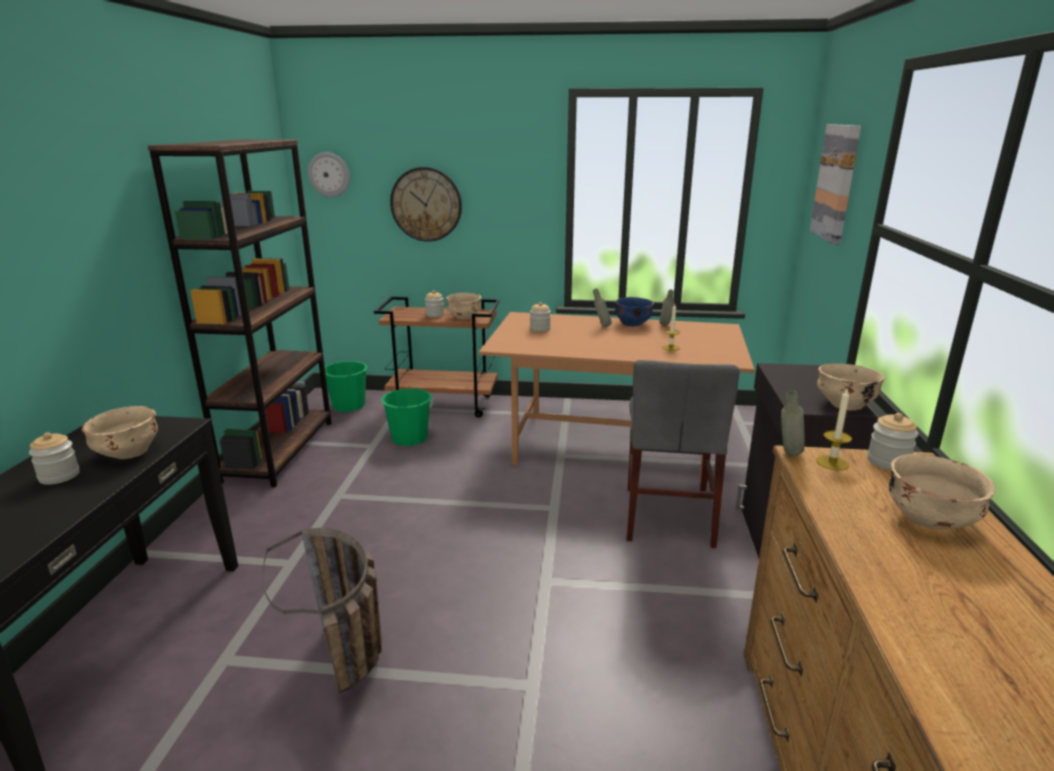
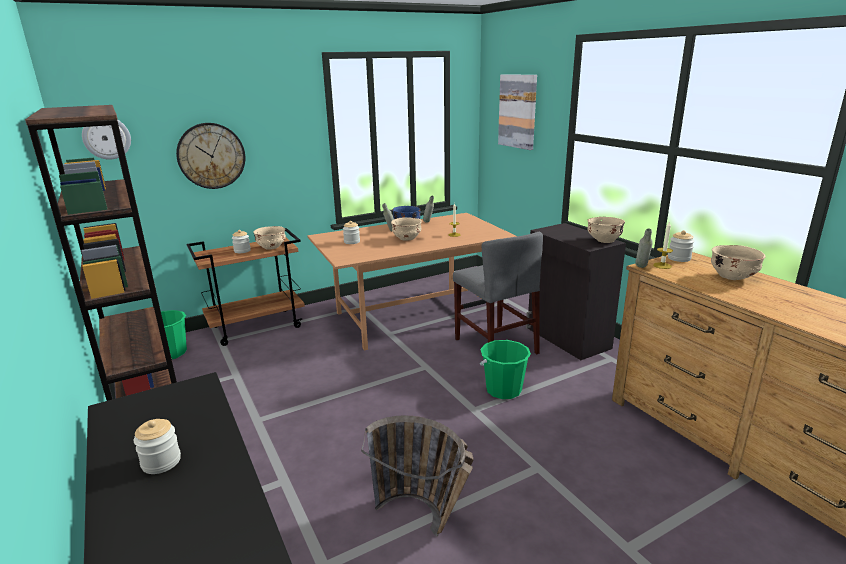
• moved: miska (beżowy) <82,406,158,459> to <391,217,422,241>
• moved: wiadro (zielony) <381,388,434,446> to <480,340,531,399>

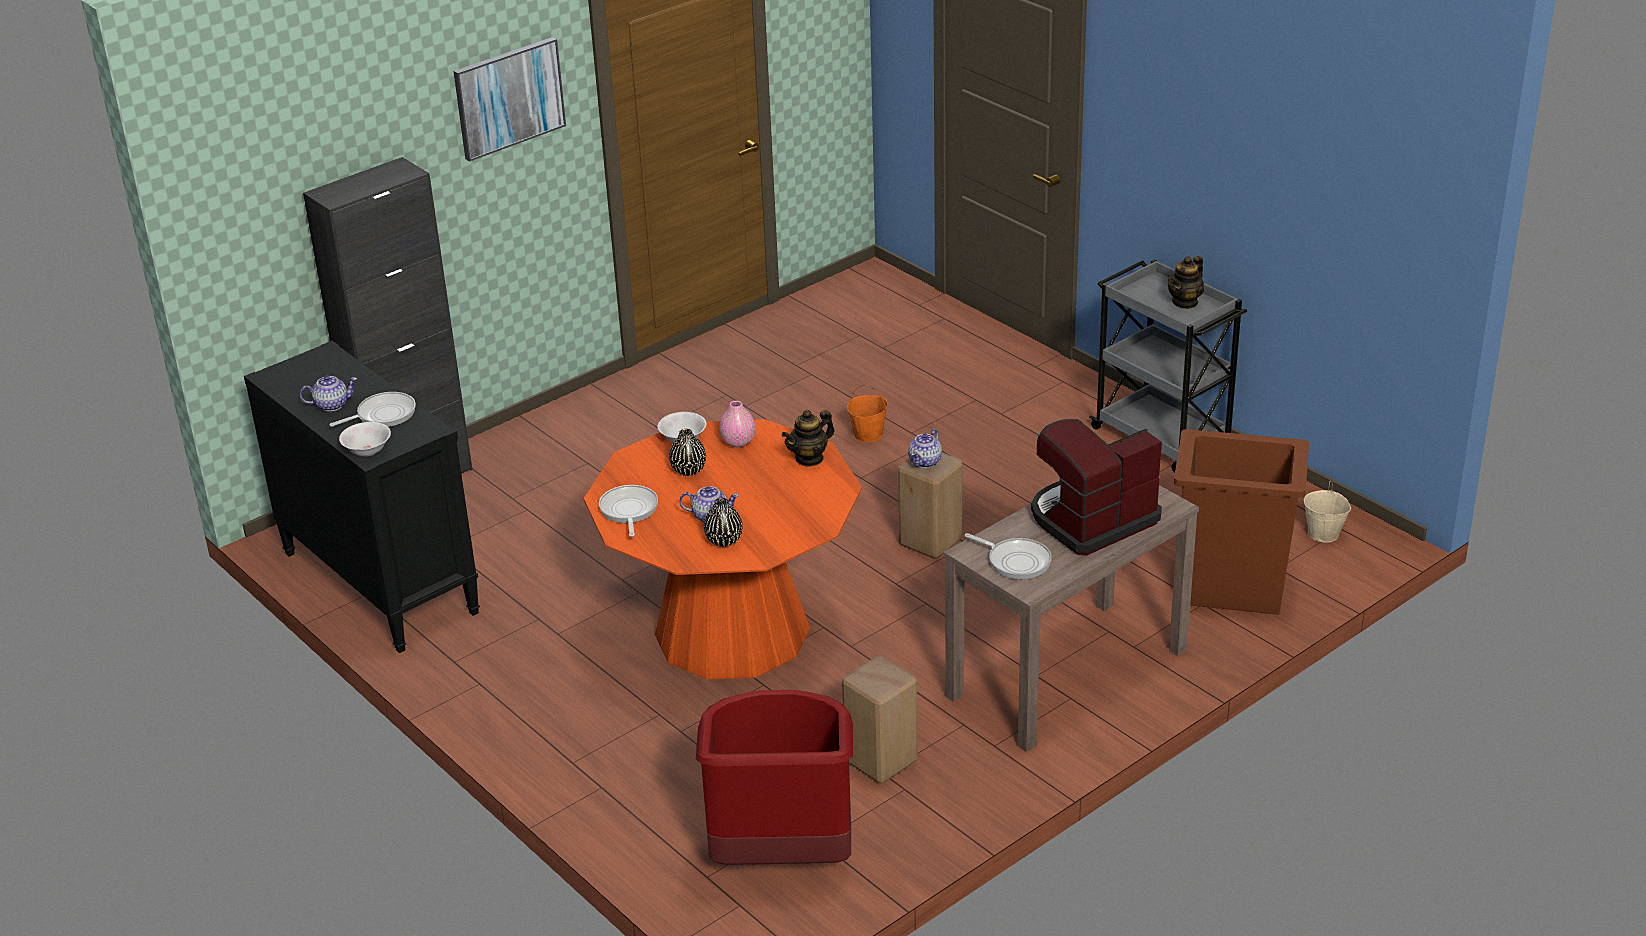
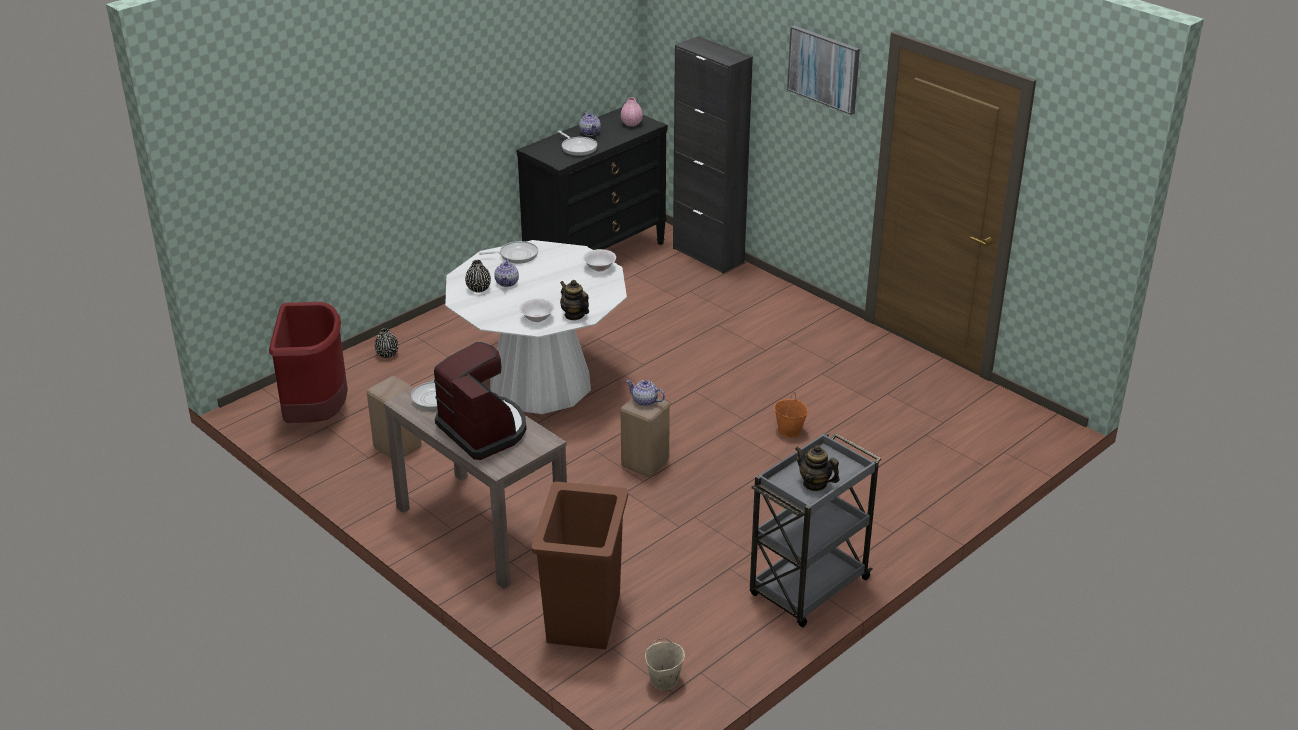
• moved: wazon (czarny) <669,429,706,476> to <375,328,399,358>
• recoloured: stół jadalny (pomarańczowy) <584,419,862,680> to stół jadalny (biały) <445,240,627,414>
• moved: miska (biały) <339,422,391,457> to <519,298,555,322>
• moved: wazon (różowy) <719,401,756,447> to <621,97,643,127>

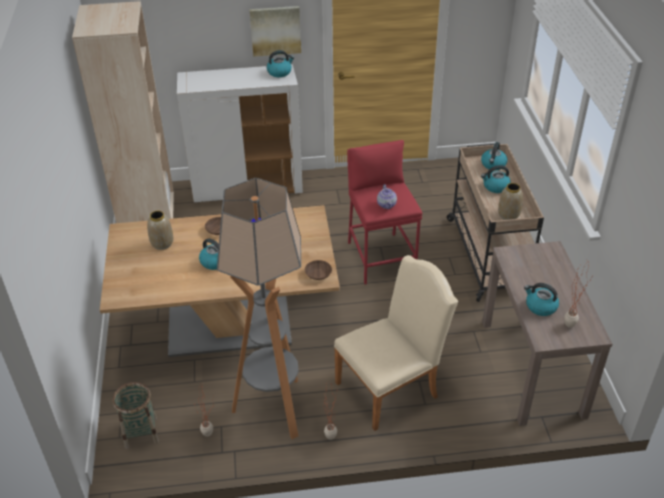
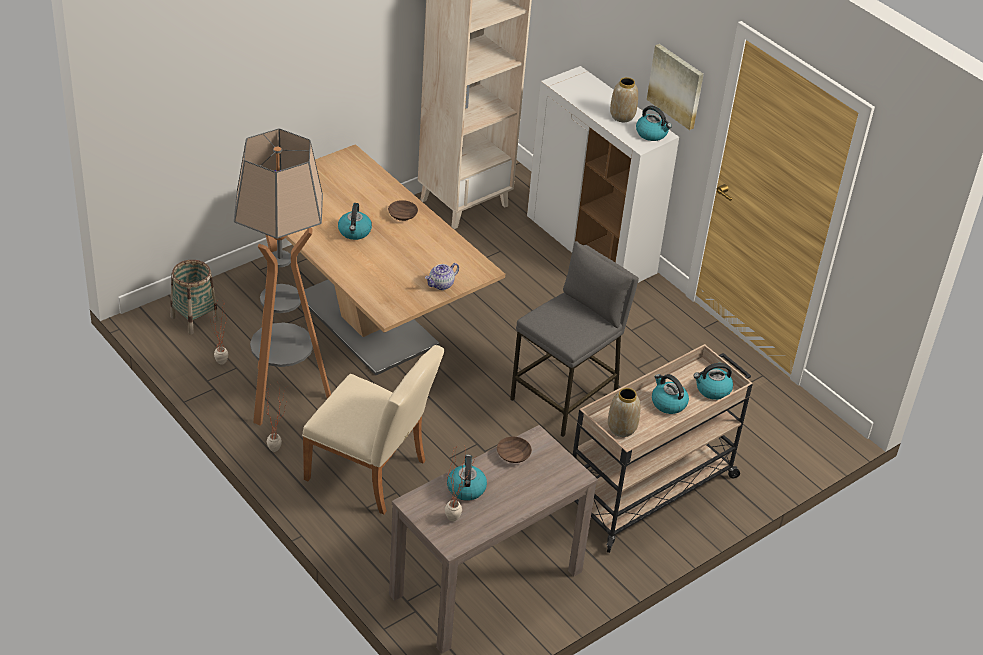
• moved: imbryk <377,184,397,209> to <425,263,459,290>
• moved: miska (brązowy) <305,260,332,280> to <497,436,532,463>
• recoloured: stołek (czerwony) <347,140,422,284> to stołek (szary) <510,241,639,437>
• moved: wazon <147,211,173,250> to <610,77,638,122>

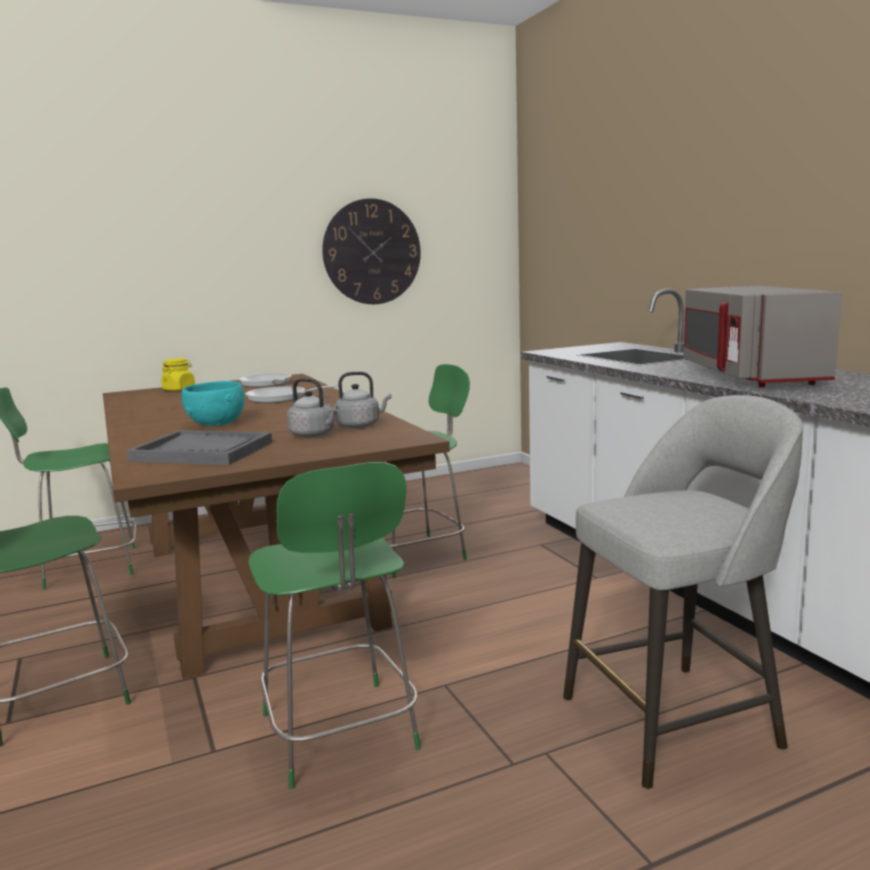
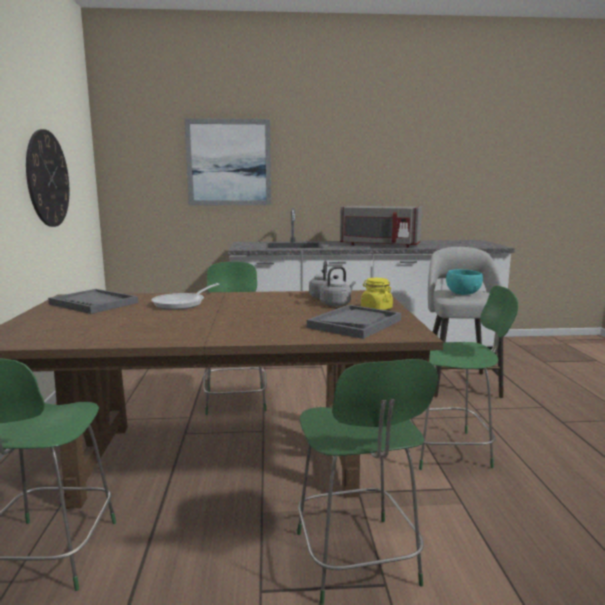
• replaced: patelnia <239,373,292,387> to taca (szary) <48,289,138,314>
• added: obraz <184,118,271,205>
• moved: słoik (żółty) <161,358,195,391> to <361,278,393,310>
• moved: miska (turkusowy) <181,381,245,426> to <446,269,483,295>

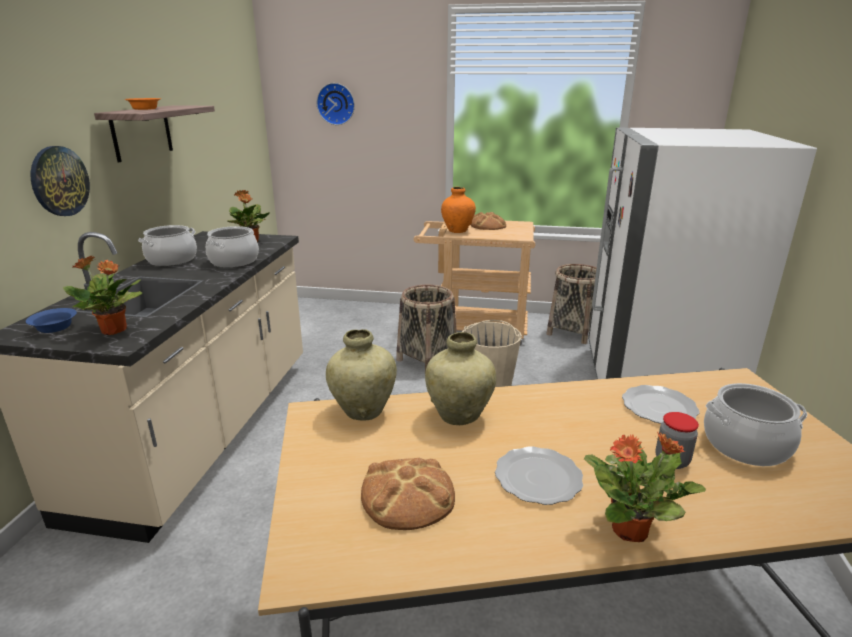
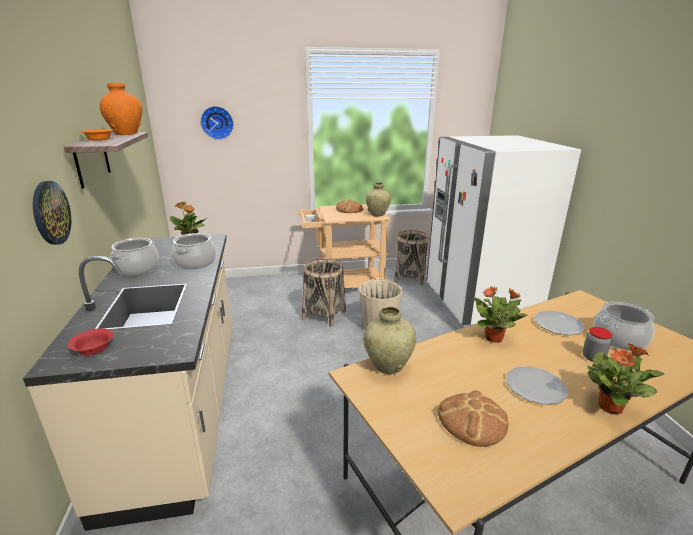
• recoloured: miska (niebieski) <26,308,77,333> to miska (czerwony) <68,328,113,356>
• moved: wazon (pomarańczowy) <441,187,476,233> to <100,83,142,135>
• moved: wazon (beżowy) <425,332,496,425> to <366,183,391,216>
• moved: roślina doniczkowa <63,256,142,335> to <473,286,528,343>

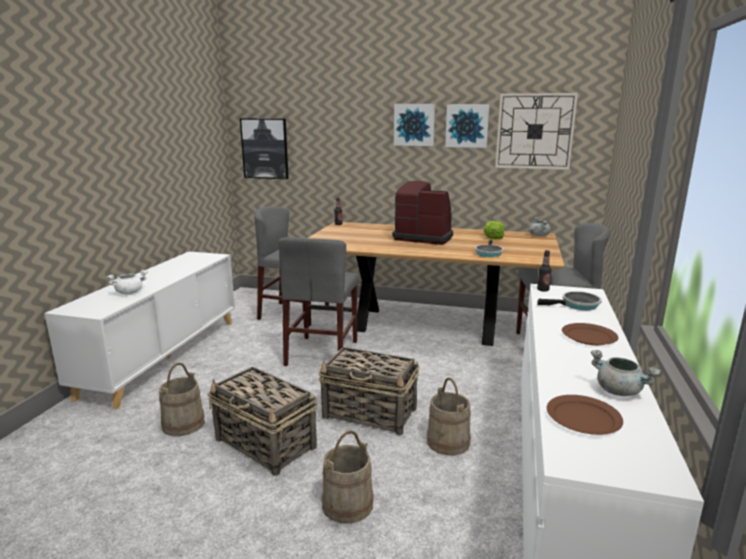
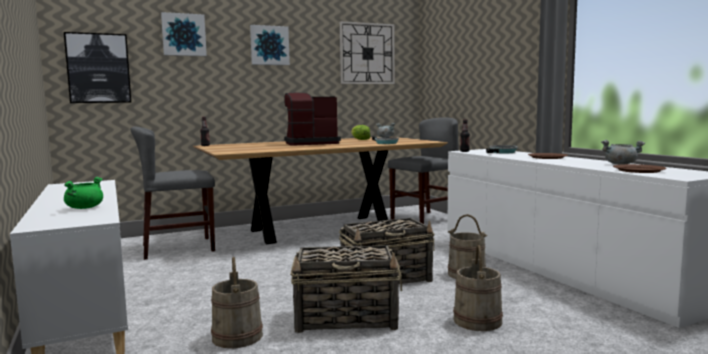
• recoloured: garnek (biały) <107,270,148,295> to garnek (zielony) <64,177,103,209>
• moved: obraz <445,104,490,148> to <161,12,207,56>
• removed: krzesło (szary) <279,237,359,366>

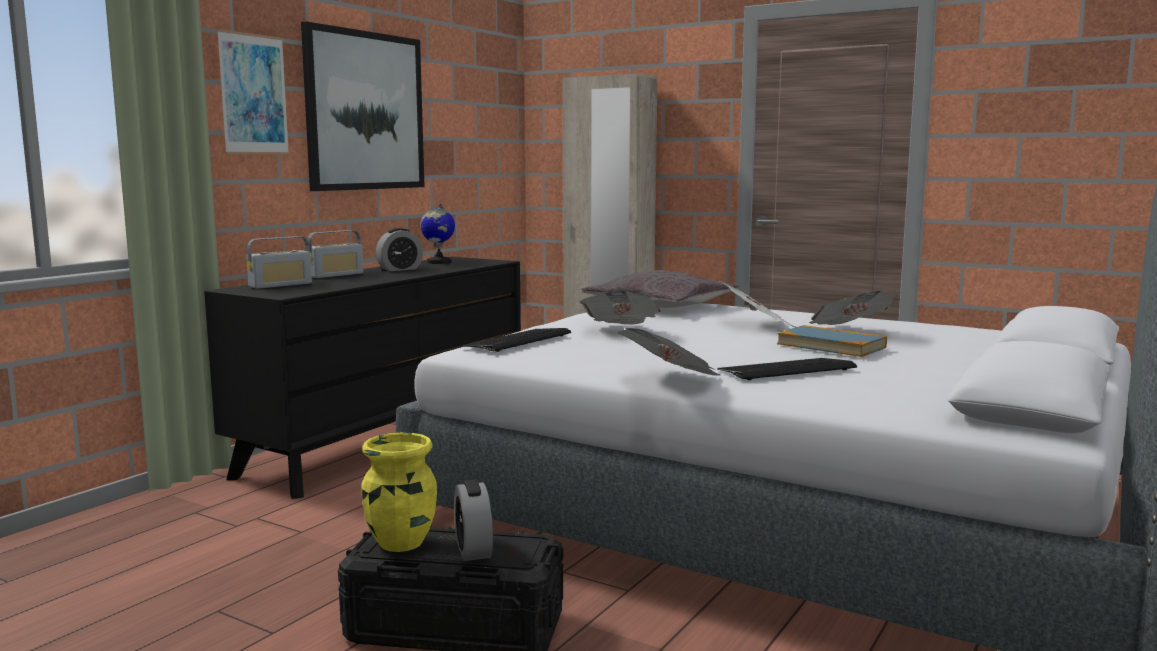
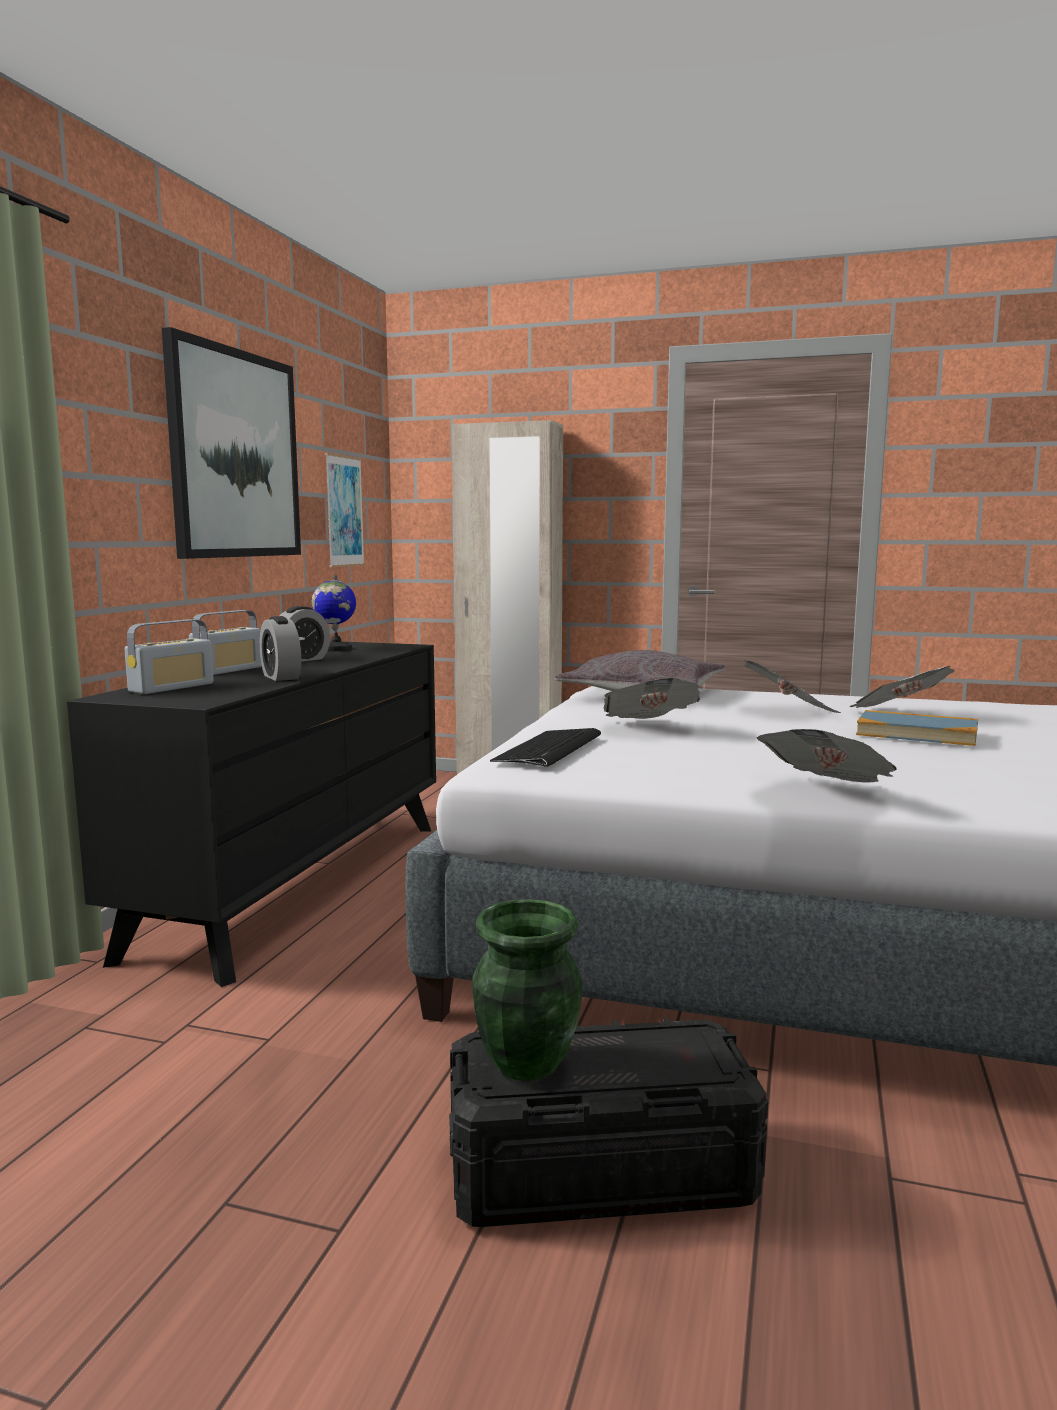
• moved: budzik <454,480,493,561> to <260,616,301,681>
• moved: obraz <216,29,290,154> to <325,453,365,567>
• recoloured: wazon (żółty) <361,432,437,552> to wazon (zielony) <472,899,582,1081>
• removed: klawiatura <717,358,857,380>

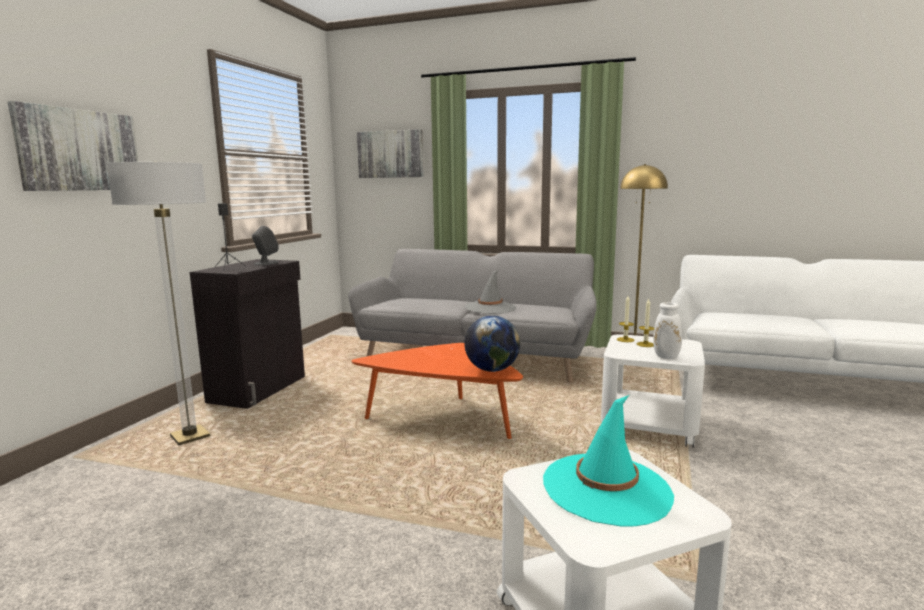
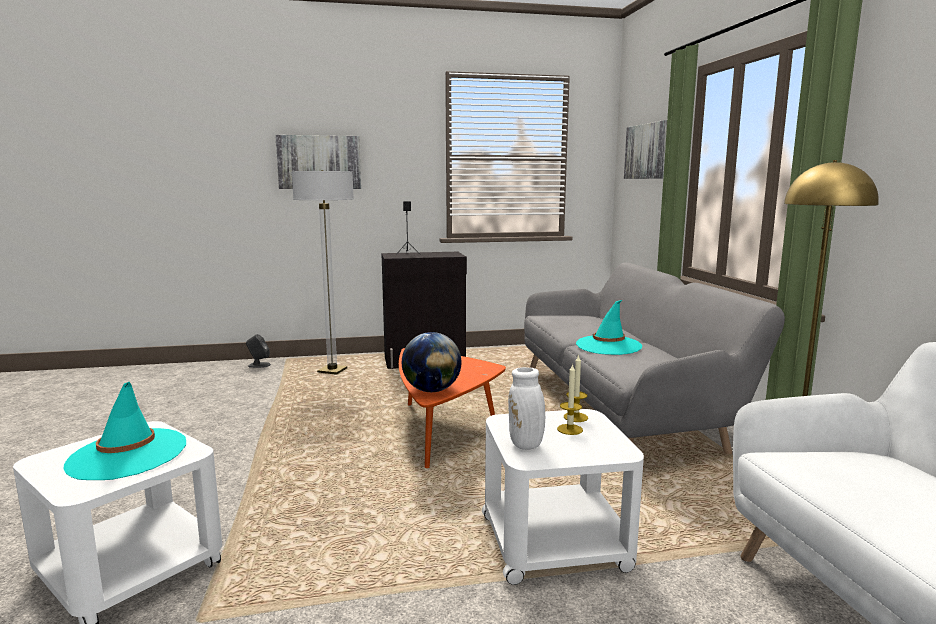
• moved: głośnik (szary) <252,226,279,265> to <246,334,271,368>
• recoloured: kapelusz (szary) <465,270,516,314> to kapelusz (turkusowy) <576,300,643,355>

